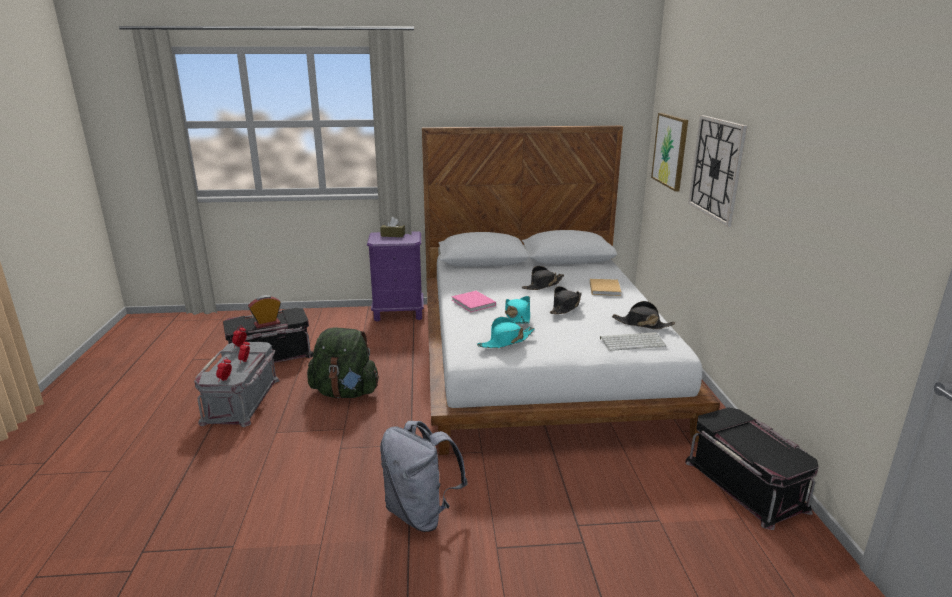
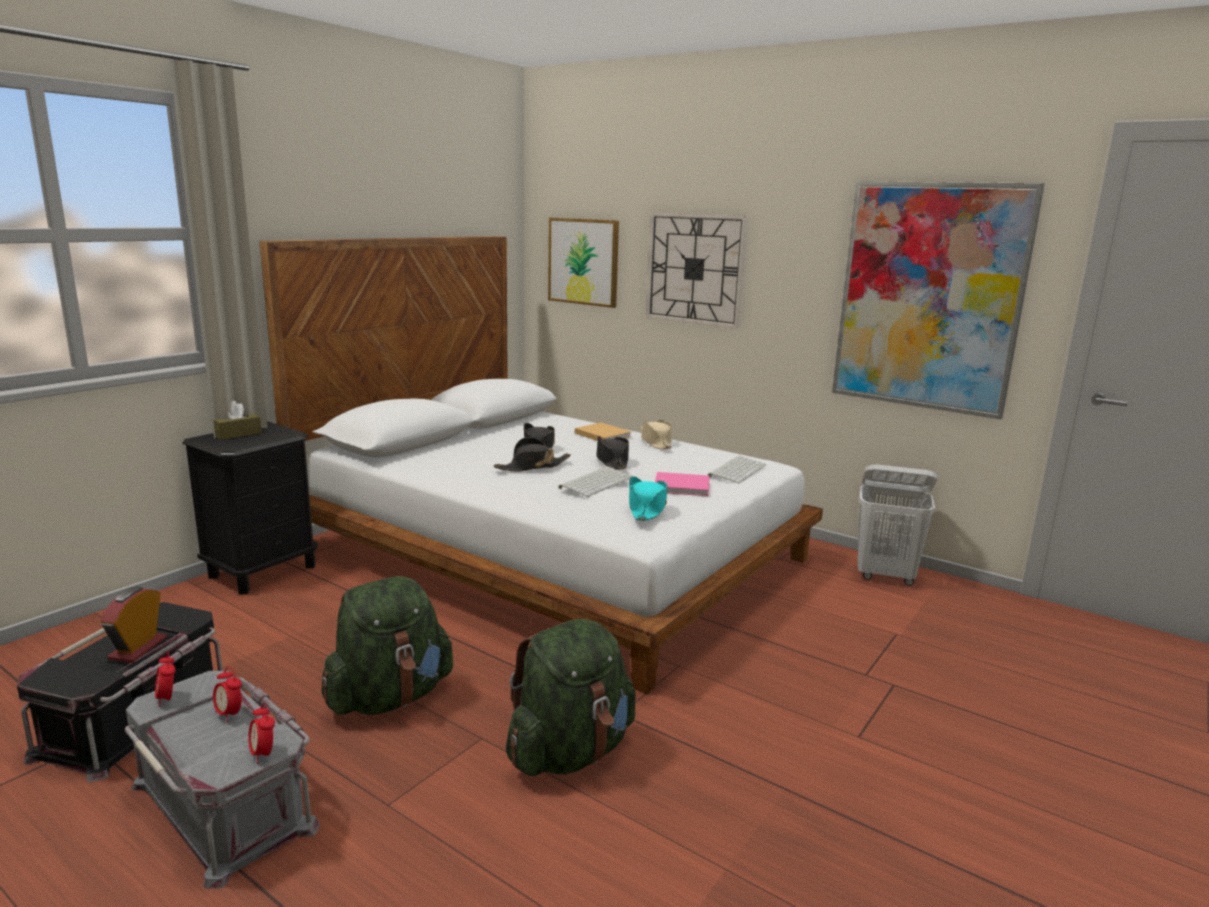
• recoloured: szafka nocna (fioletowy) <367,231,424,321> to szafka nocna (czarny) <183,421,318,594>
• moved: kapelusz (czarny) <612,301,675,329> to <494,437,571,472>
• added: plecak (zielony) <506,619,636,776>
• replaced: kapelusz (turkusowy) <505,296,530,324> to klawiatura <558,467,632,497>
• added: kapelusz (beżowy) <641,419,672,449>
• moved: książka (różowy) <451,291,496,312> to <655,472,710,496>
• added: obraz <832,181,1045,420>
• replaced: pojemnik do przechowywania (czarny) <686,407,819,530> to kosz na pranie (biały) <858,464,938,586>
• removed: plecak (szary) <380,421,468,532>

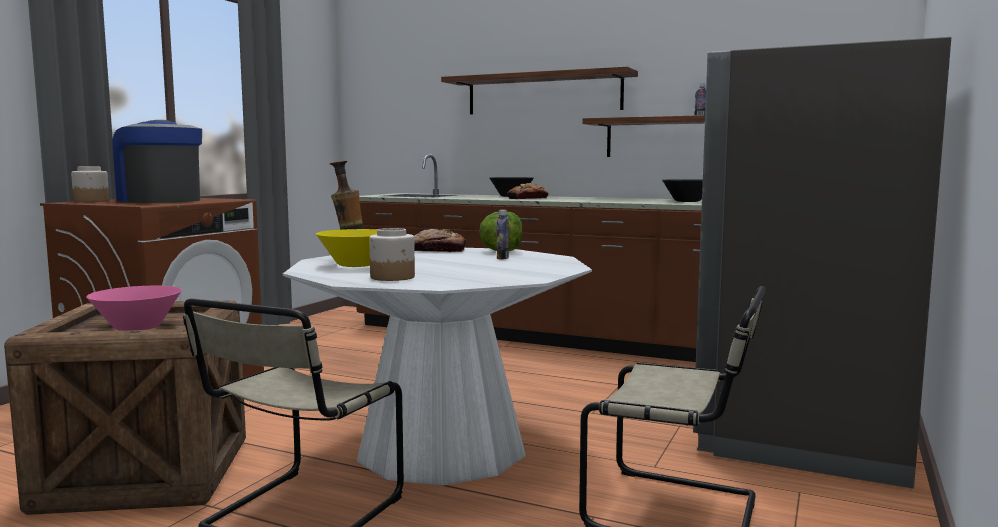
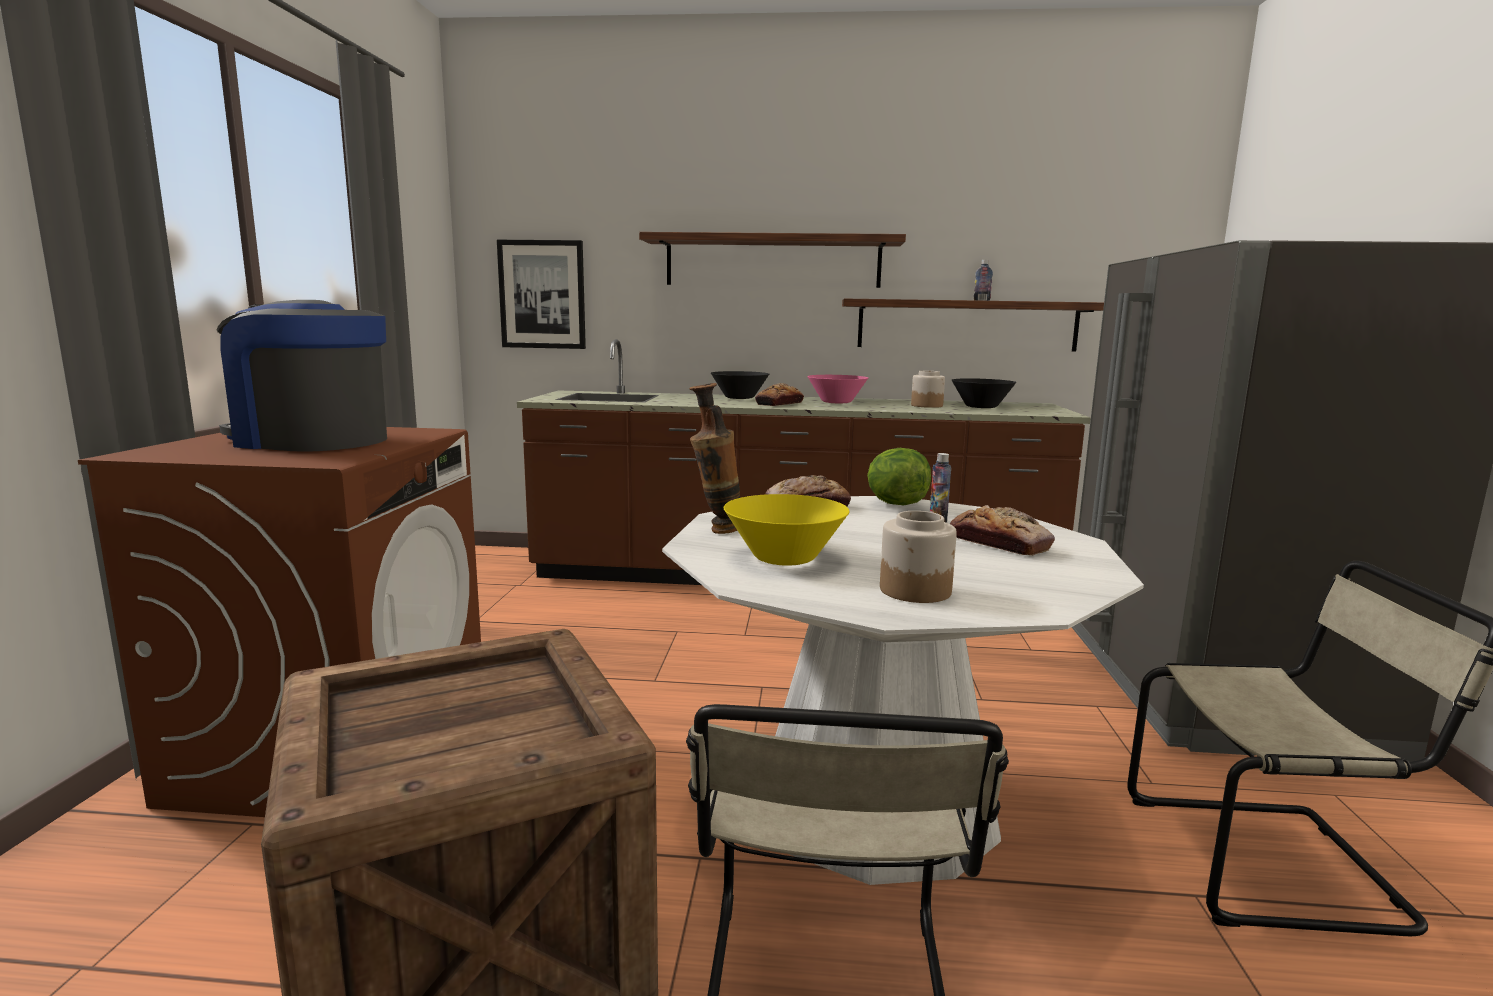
• added: obraz <497,240,586,349>
• moved: miska (różowy) <86,286,182,330> to <807,375,868,403>
• moved: słoik <71,167,109,202> to <911,371,945,408>
• added: chleb <950,505,1055,556>

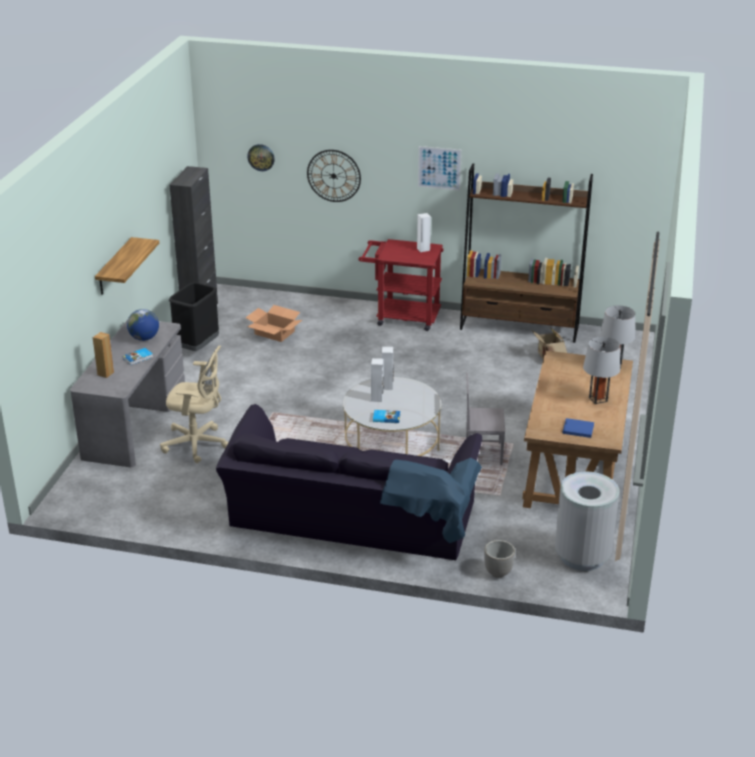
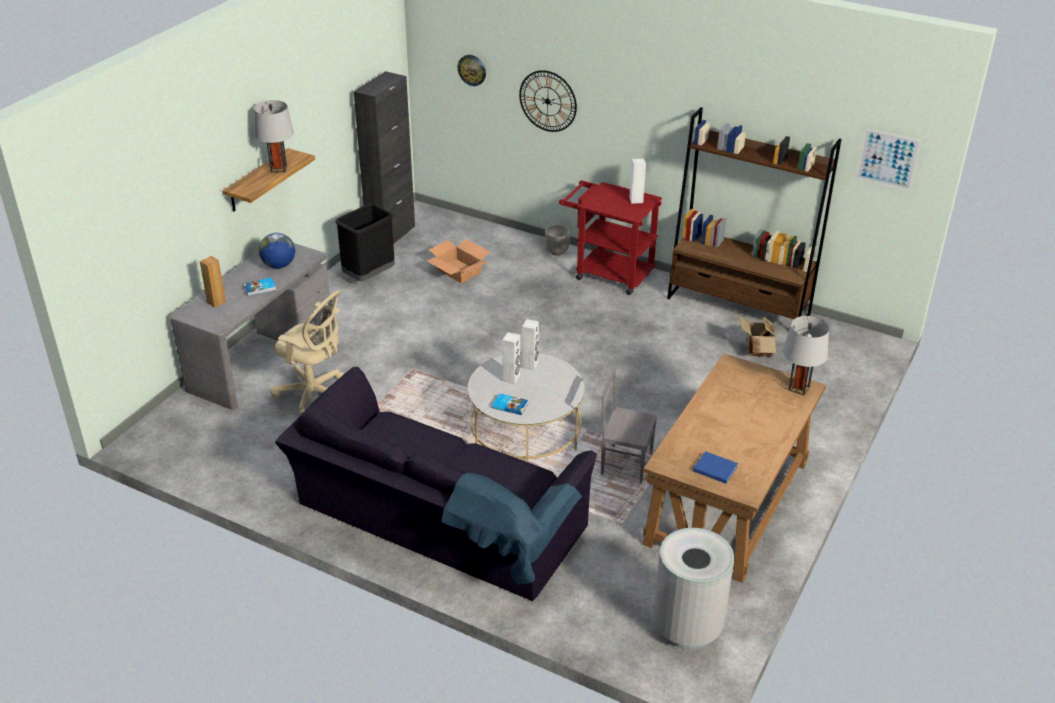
• moved: lampa stołowa (szary) <583,337,620,404> to <254,100,294,173>
• moved: donica <484,540,515,578> to <545,225,571,256>
• moved: obraz <418,146,462,191> to <856,128,921,191>

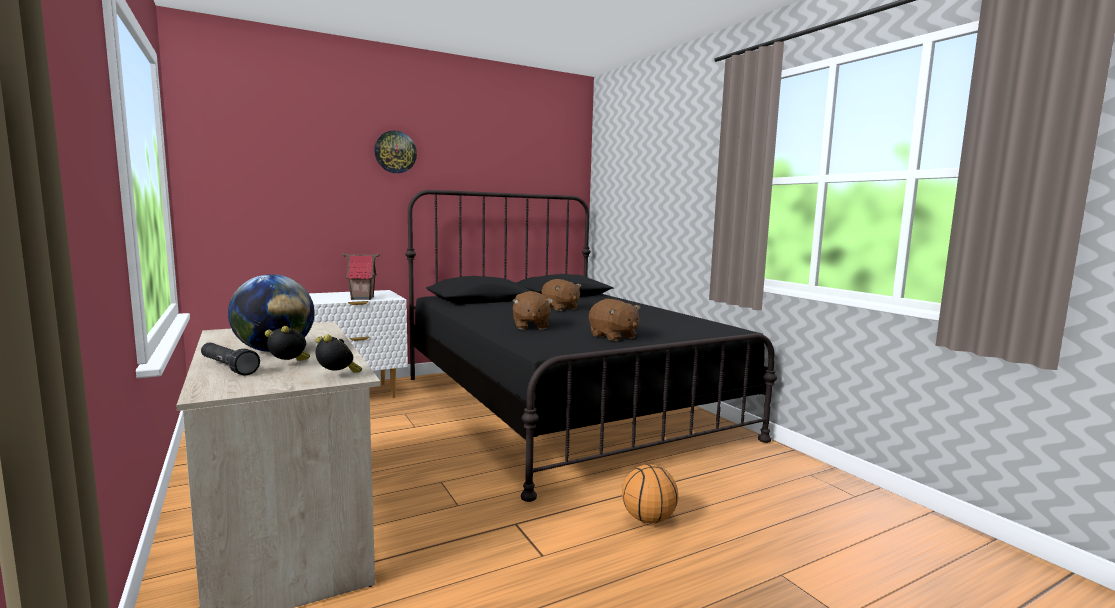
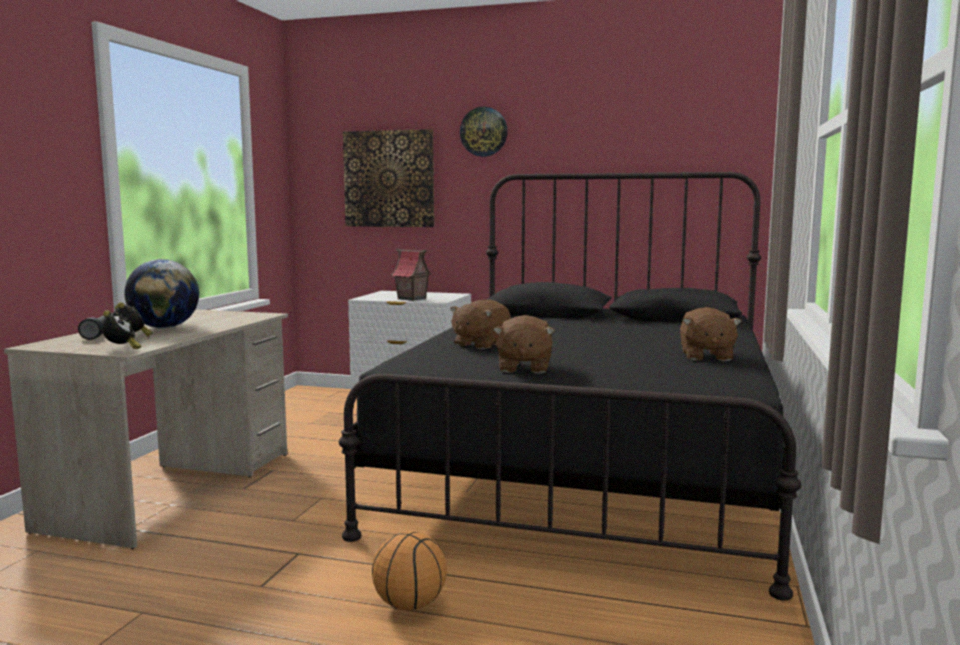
• added: obraz <343,129,434,227>
• moved: pluszak (brązowy) <542,279,581,311> to <680,307,742,361>

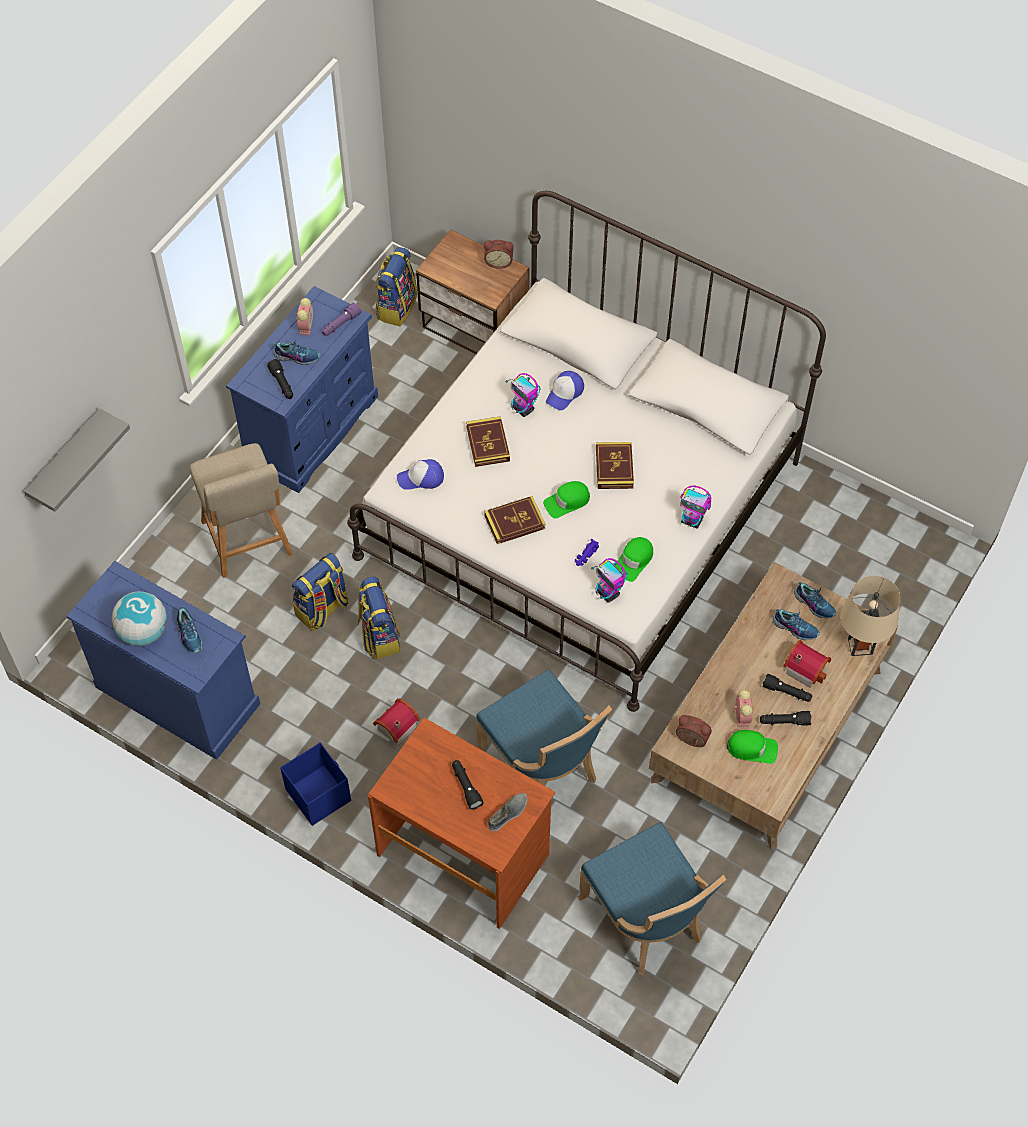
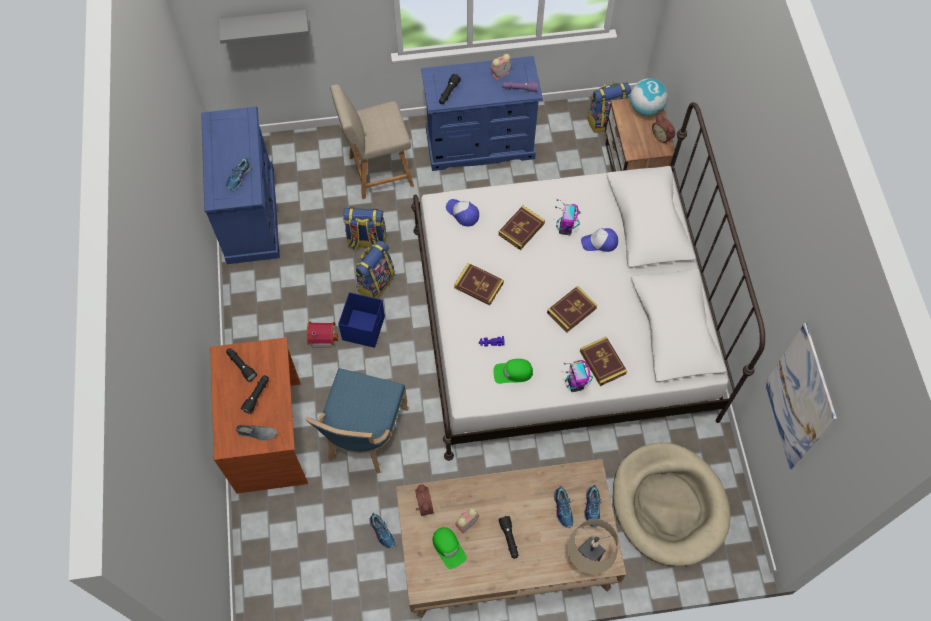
• moved: latarka (czarny) <760,711,812,726> to <226,348,257,381>
• turned: krzesło (beżowy) <190,443,294,578> = <330,84,414,199> 45 degrees clockwise
• moved: pojemnik do przechowywania (niebieski) <280,742,351,826> to <338,292,385,348>
• moved: but <274,340,320,365> to <369,513,395,548>
• added: książka <580,337,627,386>
• added: legowisko (beżowy) <613,442,731,566>
• moved: globus <112,591,167,646> to <630,78,668,116>
• added: obraz <765,323,837,469>
• removed: czapka z daszkiem (zielony) <543,481,590,519>
• removed: krzesło (niebieski) <577,822,726,975>
• removed: robot zabawkowy <591,558,628,603>
• removed: domek <784,640,831,688>

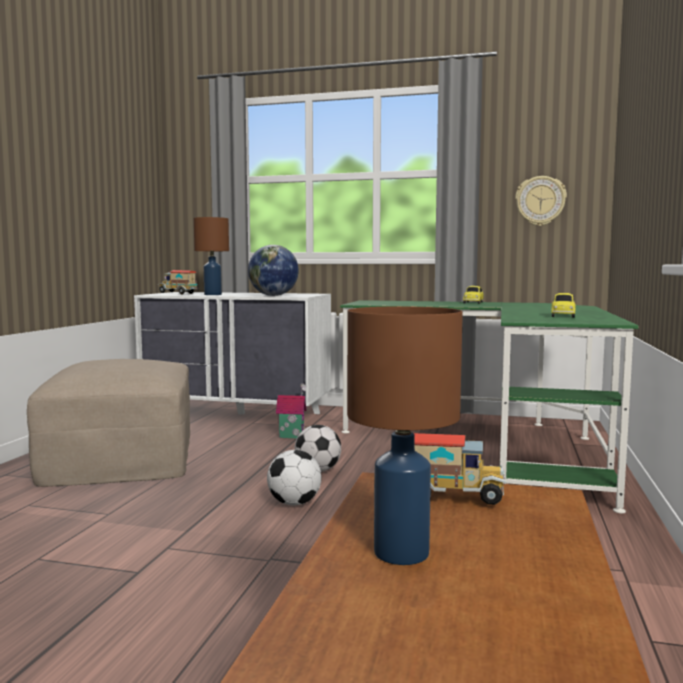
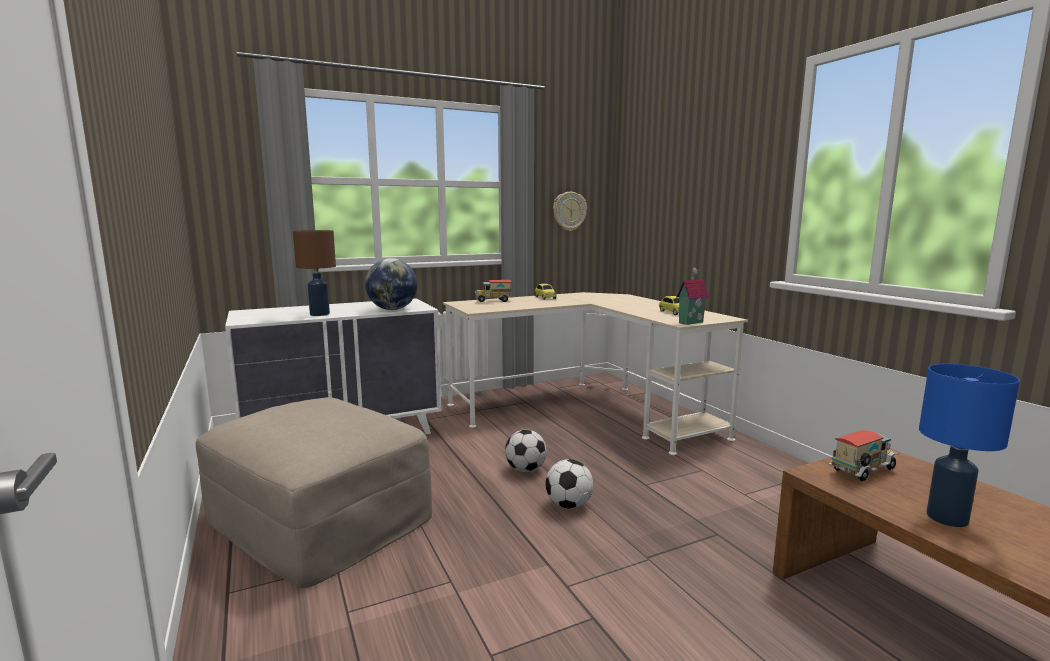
• recoloured: biurko (zielony) <340,300,639,513> to biurko (beżowy) <443,292,748,455>
• moved: ciężarówka zabawkowa <158,270,198,294> to <475,280,512,302>
• moved: domek <276,383,307,438> to <676,268,709,325>
• recoloured: lampa stołowa (brązowy) <347,306,463,565> to lampa stołowa (niebieski) <919,364,1020,527>

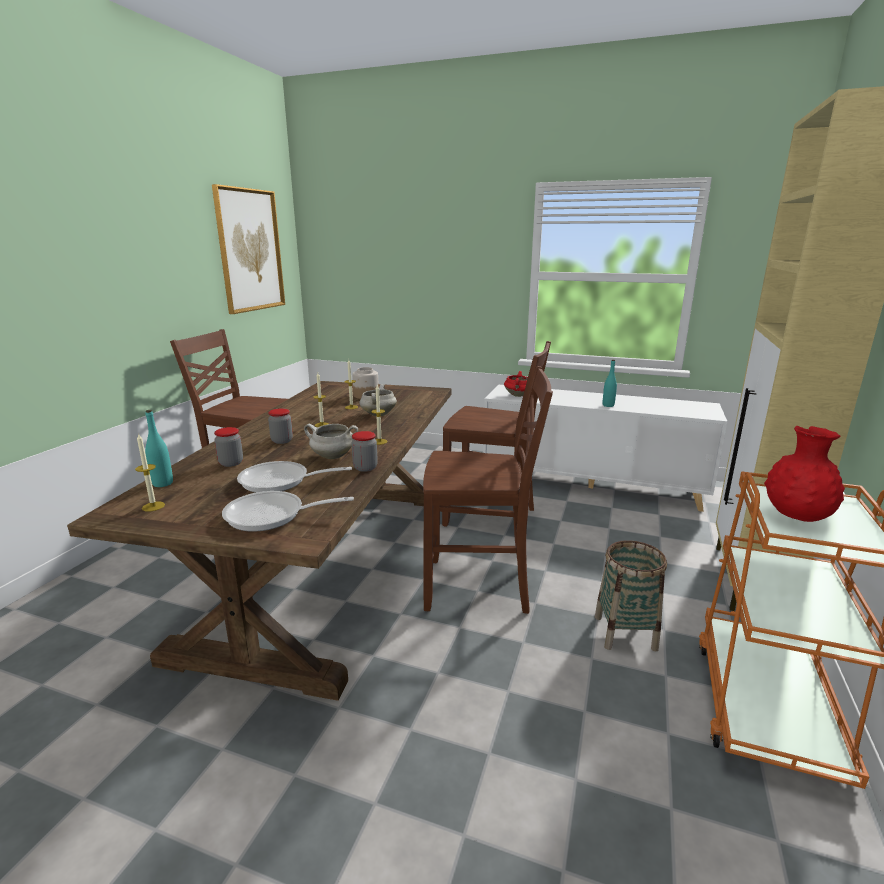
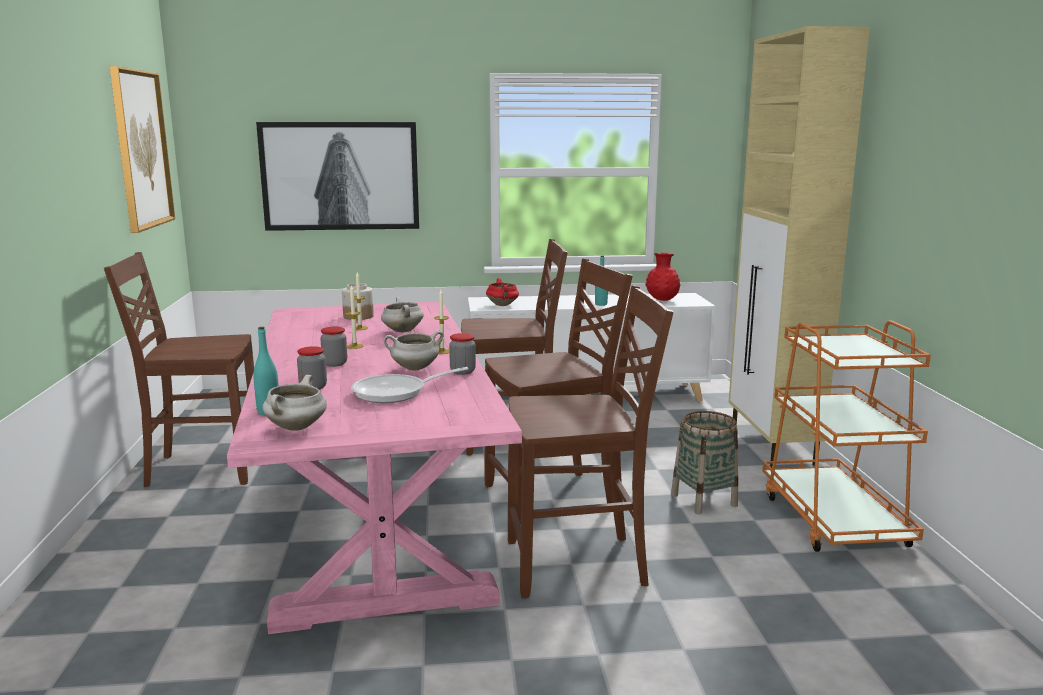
• recoloured: stół jadalny (brązowy) <67,381,452,701> to stół jadalny (różowy) <227,301,522,634>
• added: obraz <256,122,419,231>
• replaced: świeca <135,433,165,512> to garnek (biały) <262,375,327,431>
• added: krzesło (brązowy) <508,285,673,598>
• moved: wazon (czerwony) <764,426,845,522> to <645,252,680,301>
• removed: patelnia <222,491,354,532>

